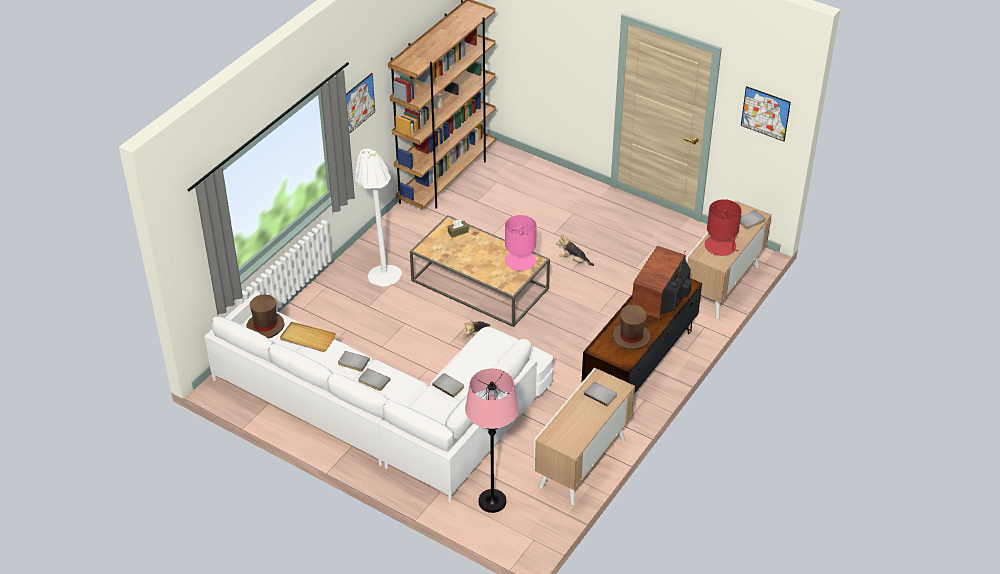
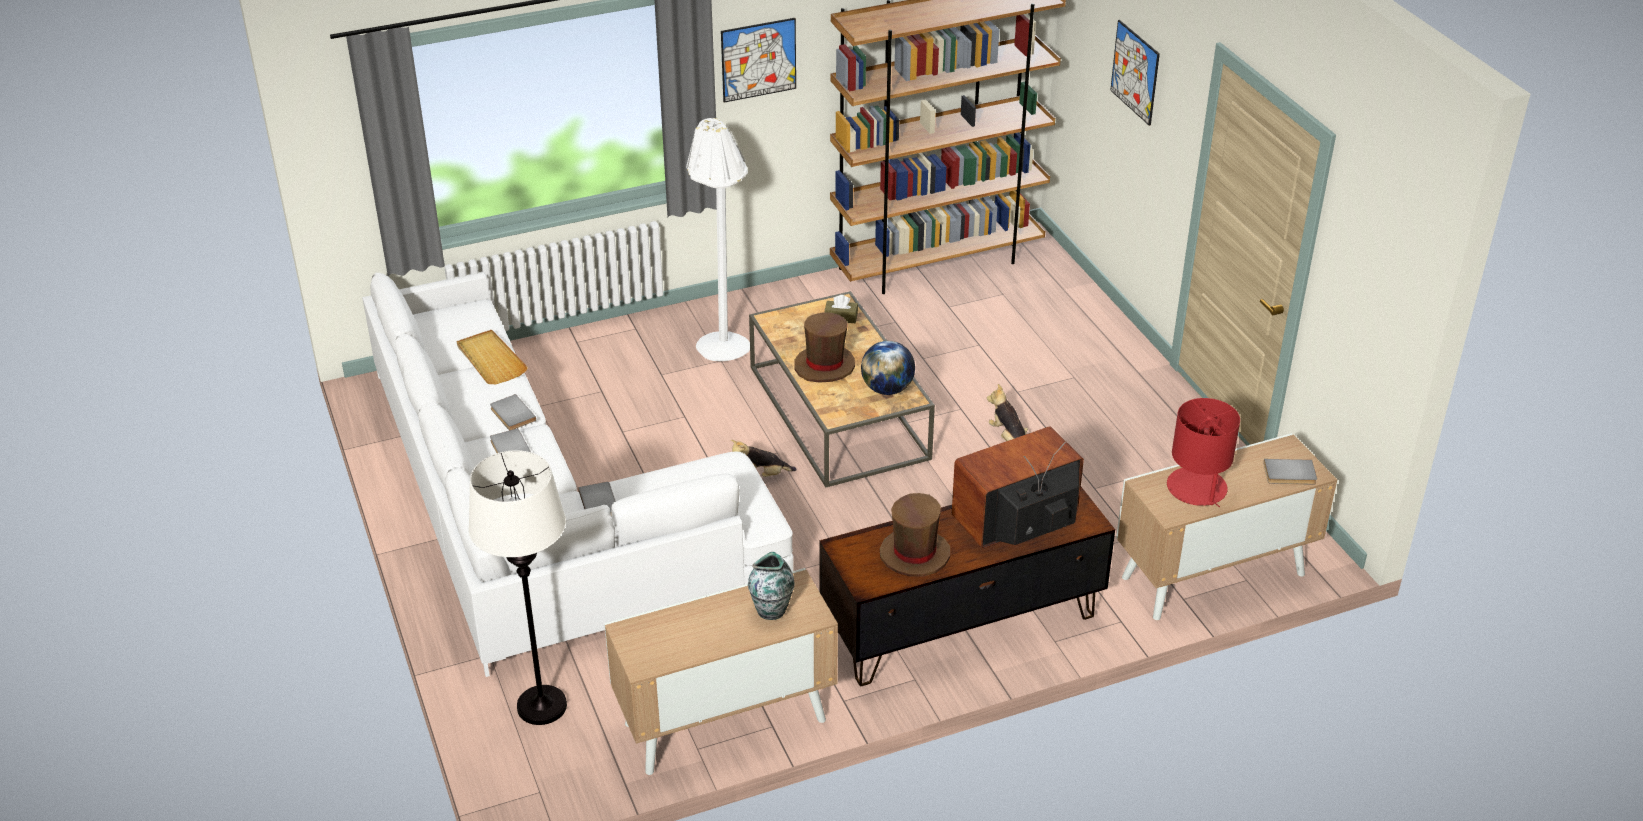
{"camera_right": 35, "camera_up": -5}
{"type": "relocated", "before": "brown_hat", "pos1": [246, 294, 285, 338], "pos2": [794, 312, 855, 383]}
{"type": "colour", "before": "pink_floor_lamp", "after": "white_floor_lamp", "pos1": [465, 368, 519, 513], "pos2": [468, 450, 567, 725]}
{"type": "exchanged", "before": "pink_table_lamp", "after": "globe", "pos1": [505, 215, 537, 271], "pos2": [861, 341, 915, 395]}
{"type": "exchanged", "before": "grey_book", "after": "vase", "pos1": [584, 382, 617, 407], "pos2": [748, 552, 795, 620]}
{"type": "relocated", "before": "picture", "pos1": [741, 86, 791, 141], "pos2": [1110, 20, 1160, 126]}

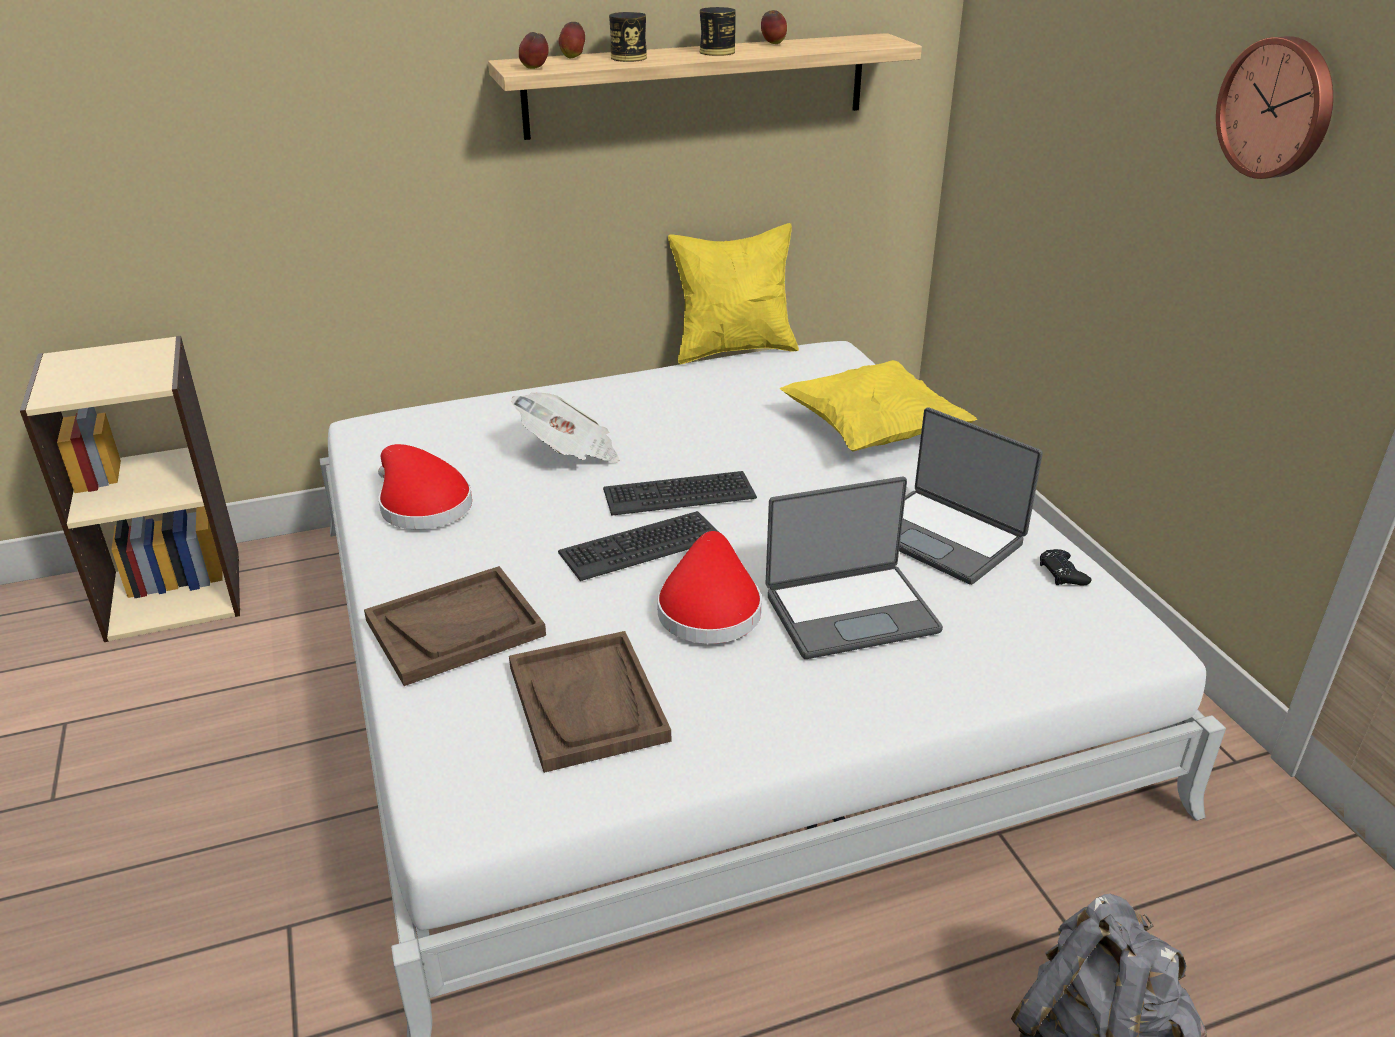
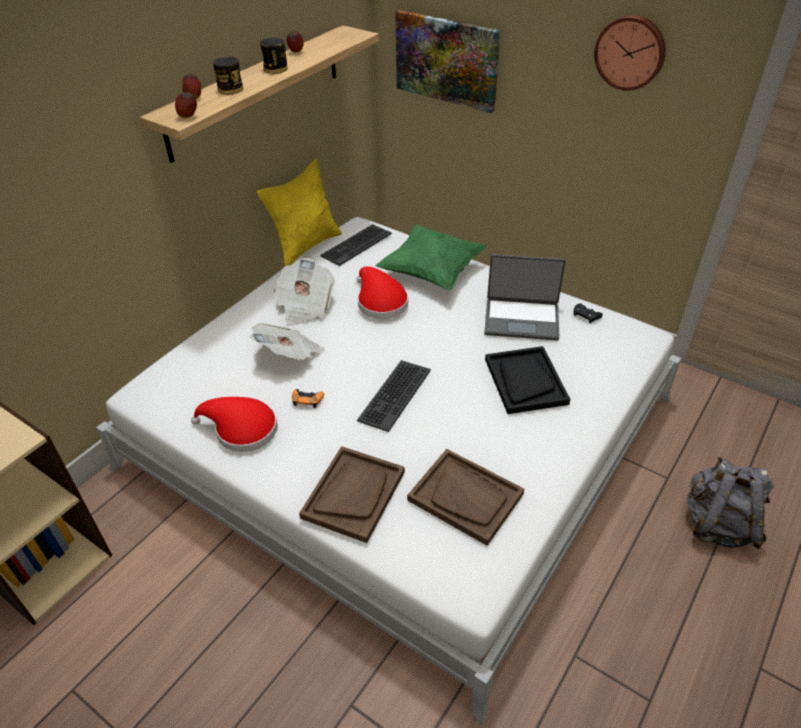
{"camera_right": -35, "camera_up": 10}
{"type": "relocated", "before": "keyboard", "pos1": [603, 471, 757, 516], "pos2": [320, 224, 392, 266]}
{"type": "relocated", "before": "red_hat", "pos1": [657, 531, 762, 644], "pos2": [357, 266, 408, 319]}
{"type": "exchanged", "before": "laptop", "after": "black_tray", "pos1": [766, 476, 943, 659], "pos2": [485, 346, 570, 414]}
{"type": "colour", "before": "yellow_pillow", "after": "green_pillow", "pos1": [780, 360, 977, 452], "pos2": [375, 225, 488, 290]}
{"type": "appeared", "after": "newspaper", "pos2": [274, 258, 335, 325]}
{"type": "appeared", "after": "orange_game_controller", "pos2": [292, 389, 324, 408]}
{"type": "appeared", "after": "picture", "pos2": [395, 10, 501, 113]}

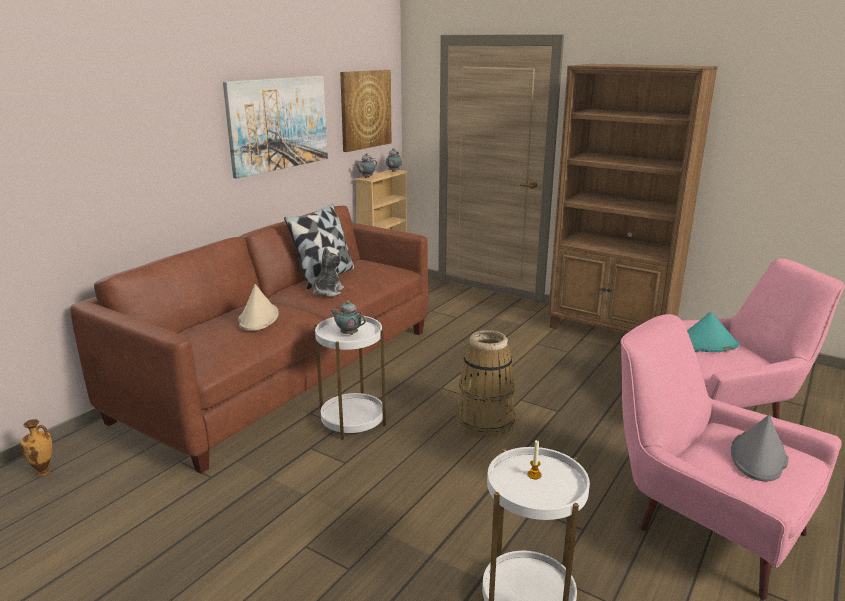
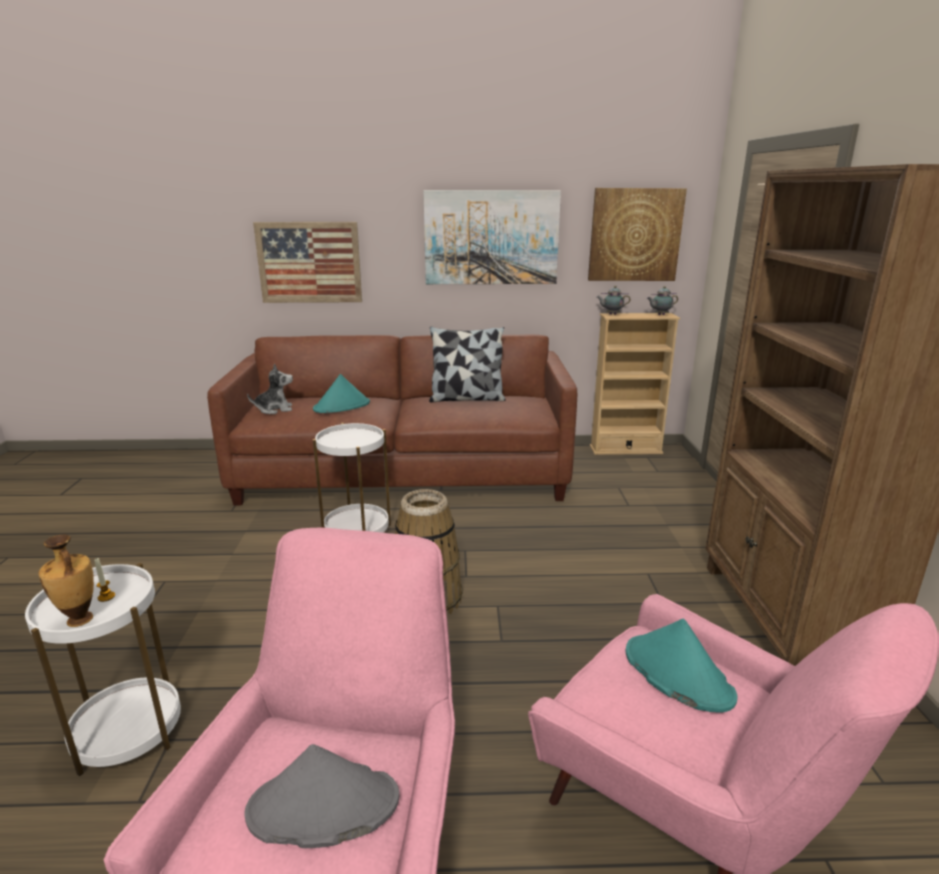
{"camera_right": 55, "camera_up": 0}
{"type": "relocated", "before": "vase", "pos1": [20, 419, 52, 476], "pos2": [39, 534, 94, 627]}
{"type": "colour", "before": "beige_hat", "after": "turquoise_hat", "pos1": [239, 284, 279, 331], "pos2": [313, 374, 370, 413]}
{"type": "relocated", "before": "plush_toy", "pos1": [313, 247, 344, 297], "pos2": [247, 363, 293, 414]}
{"type": "missing", "before": "teapot", "pos1": [330, 301, 366, 335]}
{"type": "appeared", "after": "picture", "pos2": [253, 222, 362, 303]}

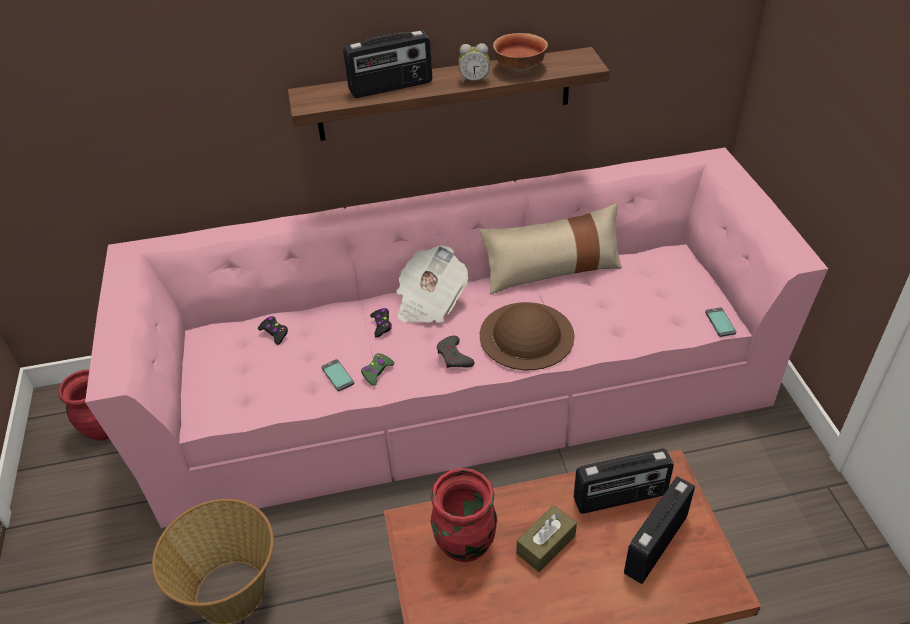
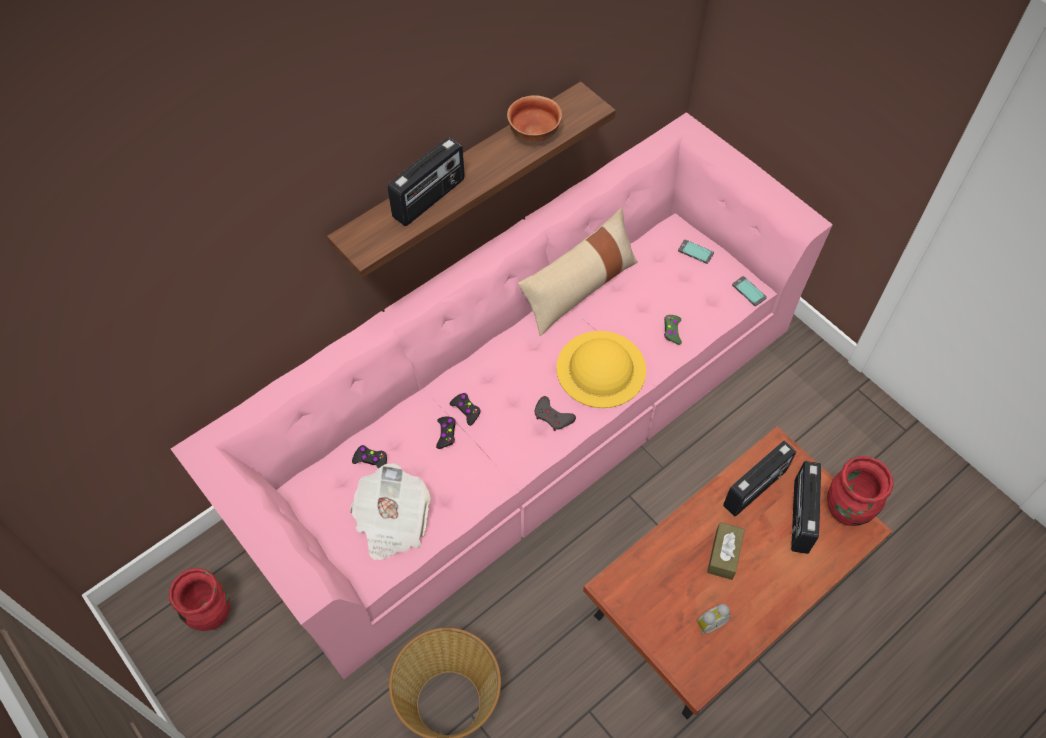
{"camera_right": -30, "camera_up": 15}
{"type": "relocated", "before": "phone", "pos1": [321, 359, 354, 391], "pos2": [678, 240, 714, 264]}
{"type": "relocated", "before": "green_game_controller", "pos1": [361, 353, 394, 386], "pos2": [664, 315, 682, 345]}
{"type": "relocated", "before": "newspaper", "pos1": [396, 245, 468, 323], "pos2": [350, 463, 431, 561]}
{"type": "relocated", "before": "red_vase", "pos1": [431, 468, 497, 562], "pos2": [827, 456, 894, 526]}
{"type": "relocated", "before": "alarm_clock", "pos1": [459, 43, 490, 84], "pos2": [697, 604, 731, 634]}
{"type": "colour", "before": "brown_hat", "after": "yellow_hat", "pos1": [480, 302, 575, 370], "pos2": [556, 331, 646, 408]}
{"type": "appeared", "after": "black_game_controller", "pos2": [436, 417, 456, 449]}

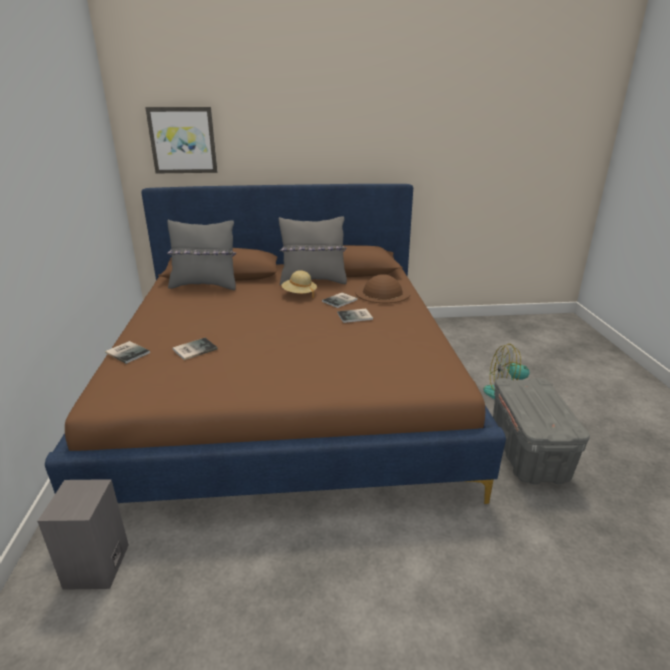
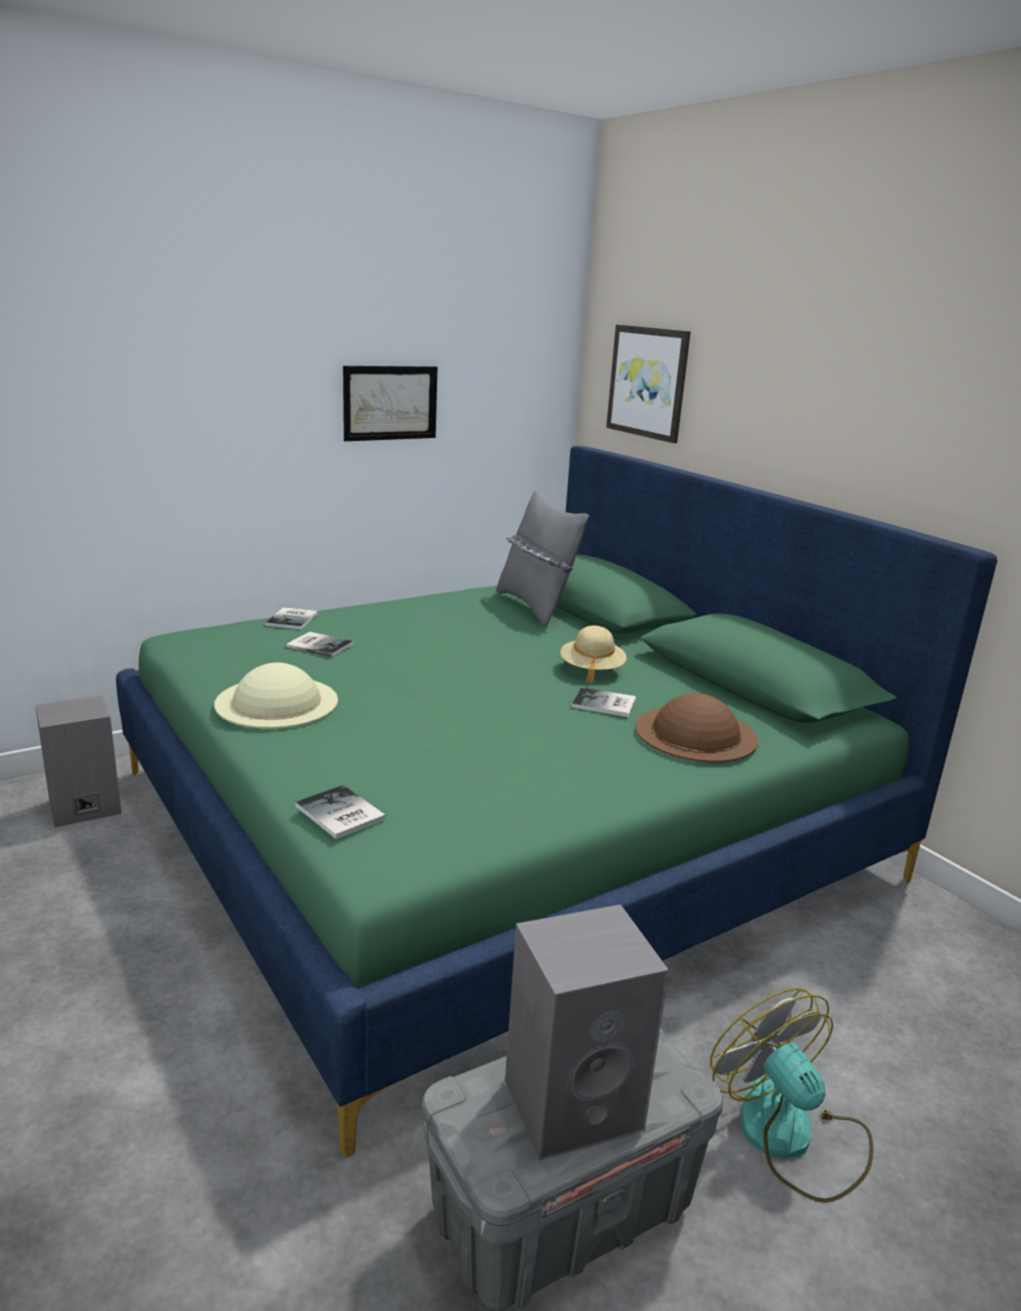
{"camera_right": 60, "camera_up": -5}
{"type": "colour", "before": "brown_bed", "after": "green_bed", "pos1": [45, 184, 506, 504], "pos2": [116, 446, 997, 1158]}
{"type": "missing", "before": "grey_pillow", "pos1": [279, 217, 347, 285]}
{"type": "relocated", "before": "book", "pos1": [337, 309, 373, 323], "pos2": [295, 785, 386, 839]}
{"type": "appeared", "after": "beige_hat", "pos2": [214, 662, 338, 729]}
{"type": "appeared", "after": "picture", "pos2": [343, 366, 437, 441]}
{"type": "appeared", "after": "grey_speaker", "pos2": [505, 904, 669, 1160]}

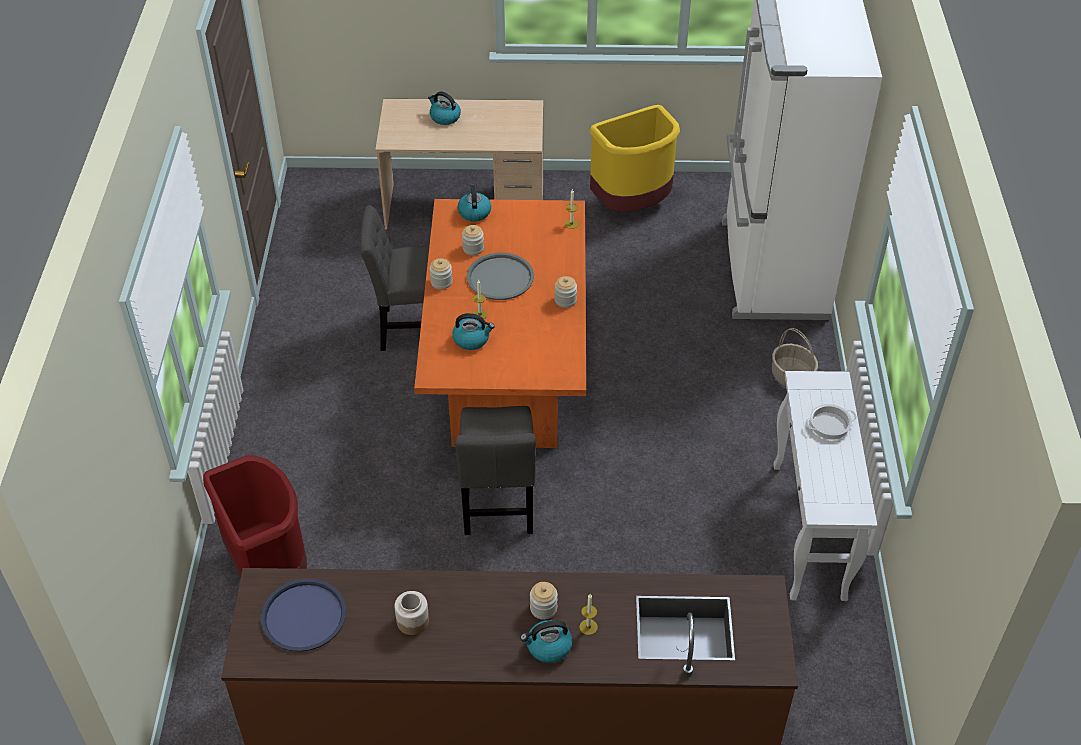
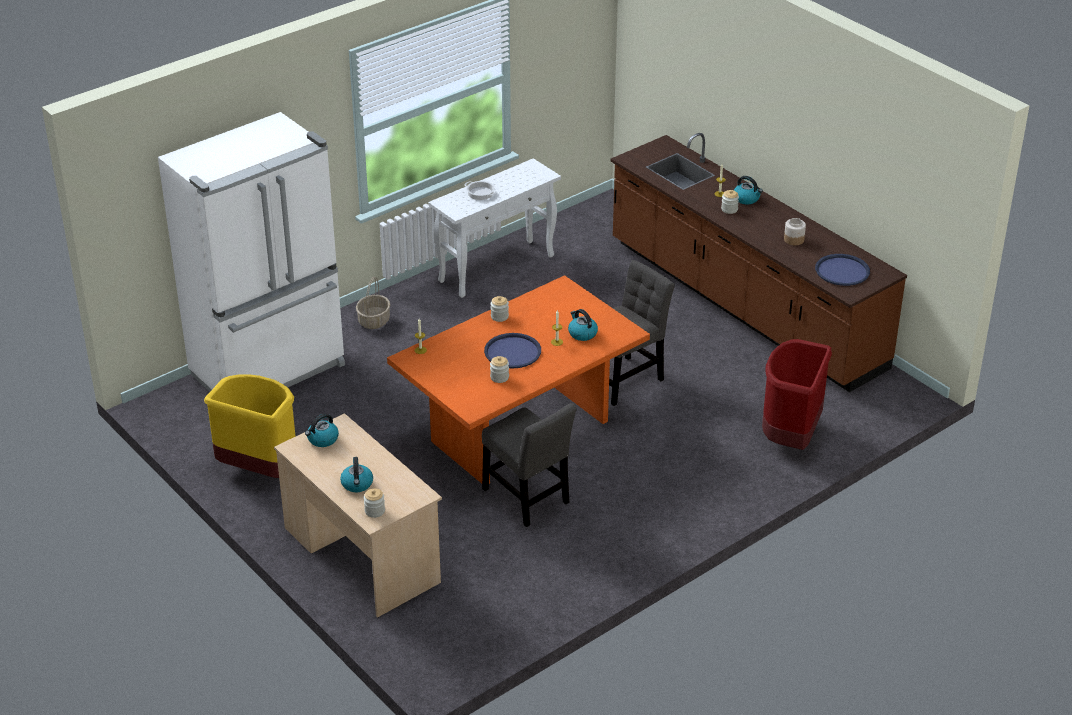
{"camera_right": -130, "camera_up": -10}
{"type": "relocated", "before": "jar", "pos1": [429, 258, 452, 289], "pos2": [364, 488, 385, 518]}
{"type": "relocated", "before": "kettle", "pos1": [458, 184, 491, 221], "pos2": [305, 413, 339, 447]}
{"type": "colour", "before": "grey_tray", "after": "blue_tray", "pos1": [467, 253, 534, 300], "pos2": [484, 333, 541, 369]}

